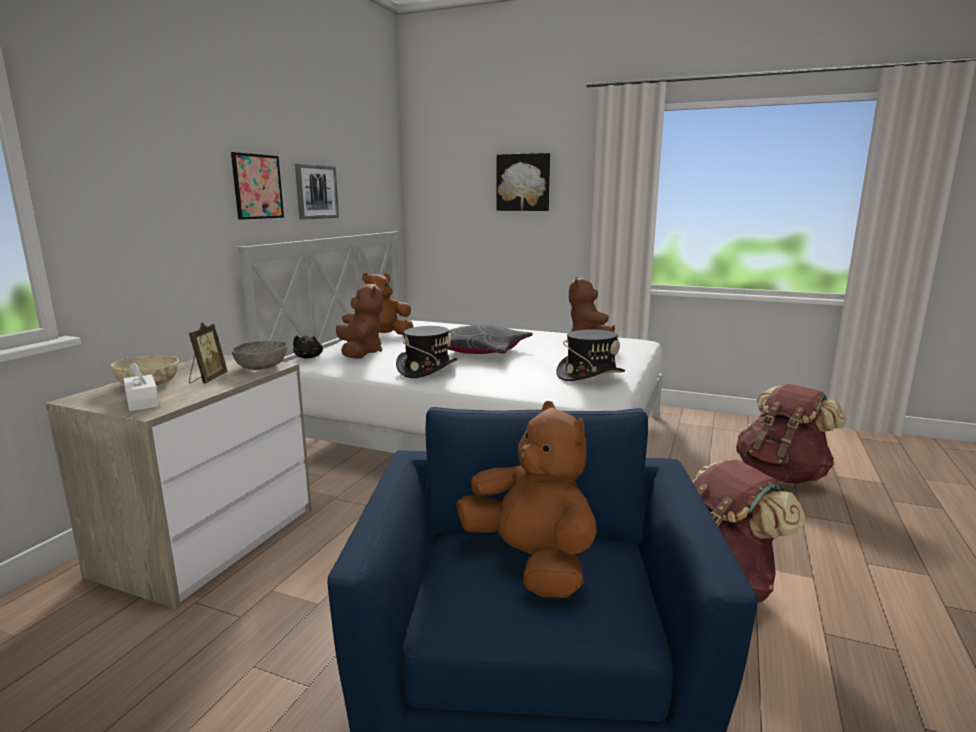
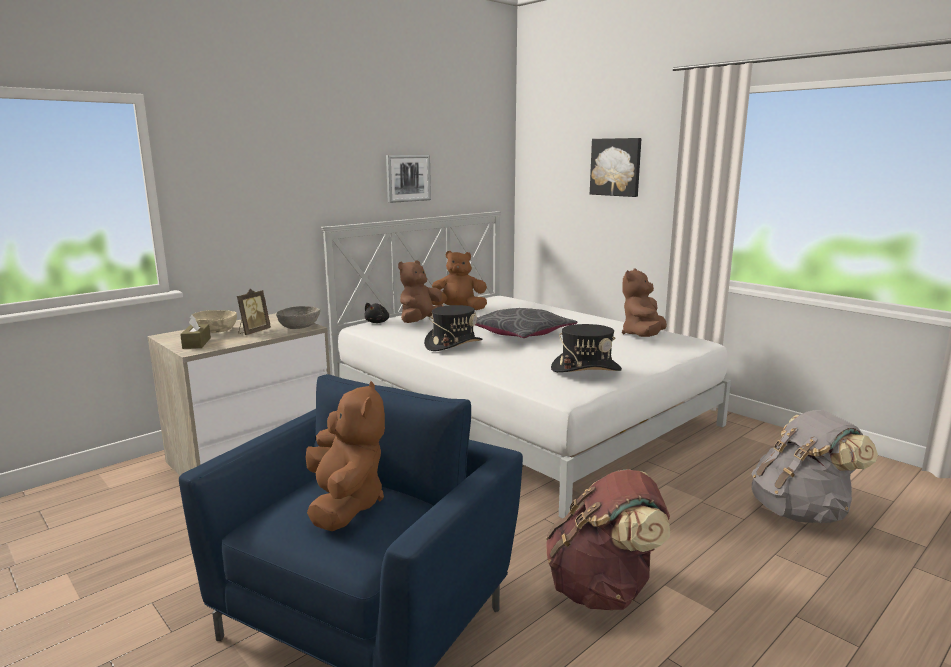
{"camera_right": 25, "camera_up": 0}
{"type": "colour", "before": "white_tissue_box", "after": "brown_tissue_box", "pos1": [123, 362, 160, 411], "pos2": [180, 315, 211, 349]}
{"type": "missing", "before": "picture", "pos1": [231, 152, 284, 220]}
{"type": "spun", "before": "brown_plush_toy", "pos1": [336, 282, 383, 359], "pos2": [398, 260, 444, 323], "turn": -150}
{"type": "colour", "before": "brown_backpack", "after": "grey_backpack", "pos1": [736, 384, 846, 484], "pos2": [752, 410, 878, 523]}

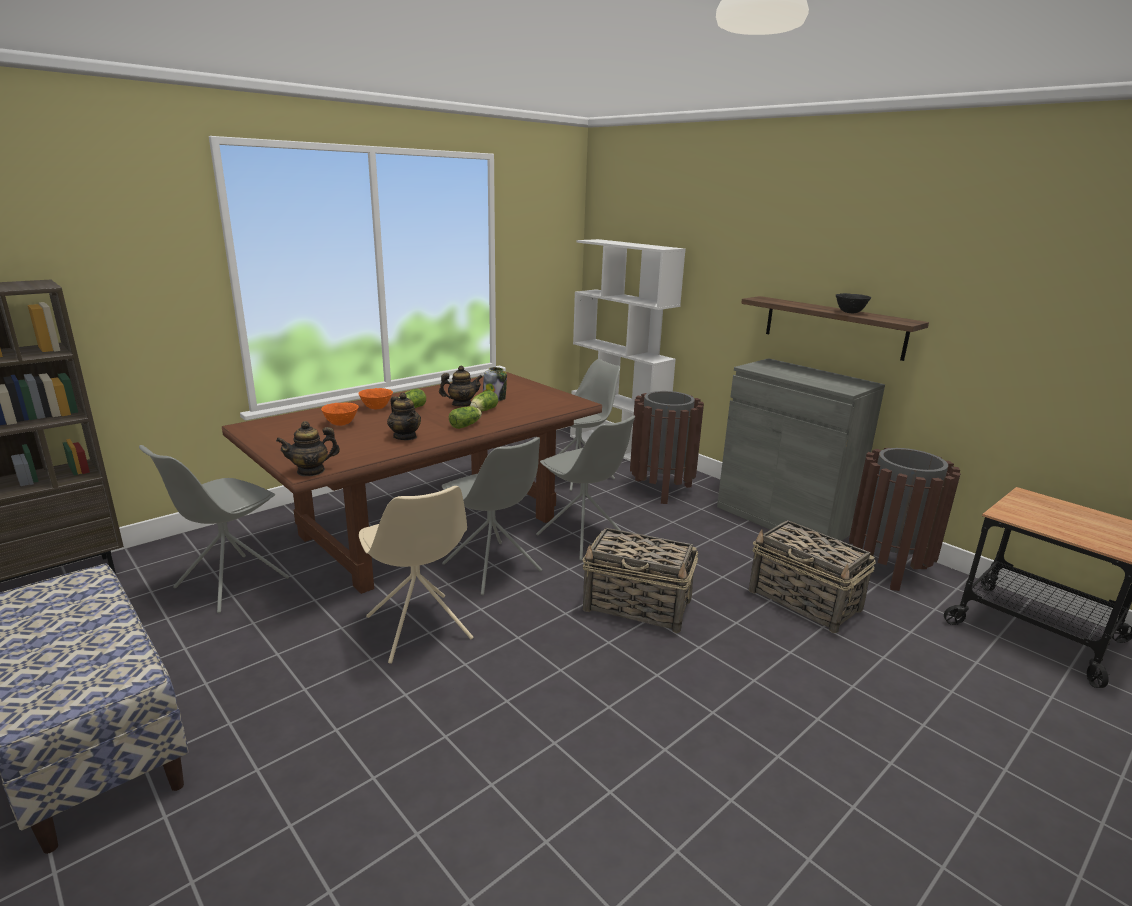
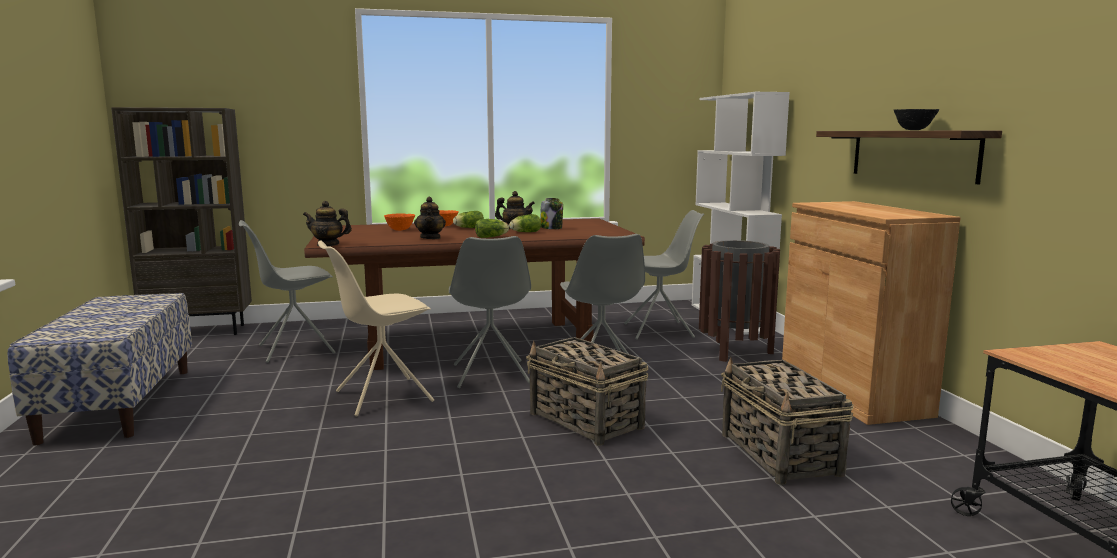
{"camera_right": 30, "camera_up": -10}
{"type": "spun", "before": "beige_chair", "pos1": [359, 486, 473, 664], "pos2": [318, 240, 434, 416], "turn": 60}
{"type": "colour", "before": "grey_cabinet", "after": "brown_cabinet", "pos1": [717, 358, 885, 541], "pos2": [782, 201, 961, 425]}
{"type": "missing", "before": "brown_trash_can", "pos1": [849, 448, 961, 591]}

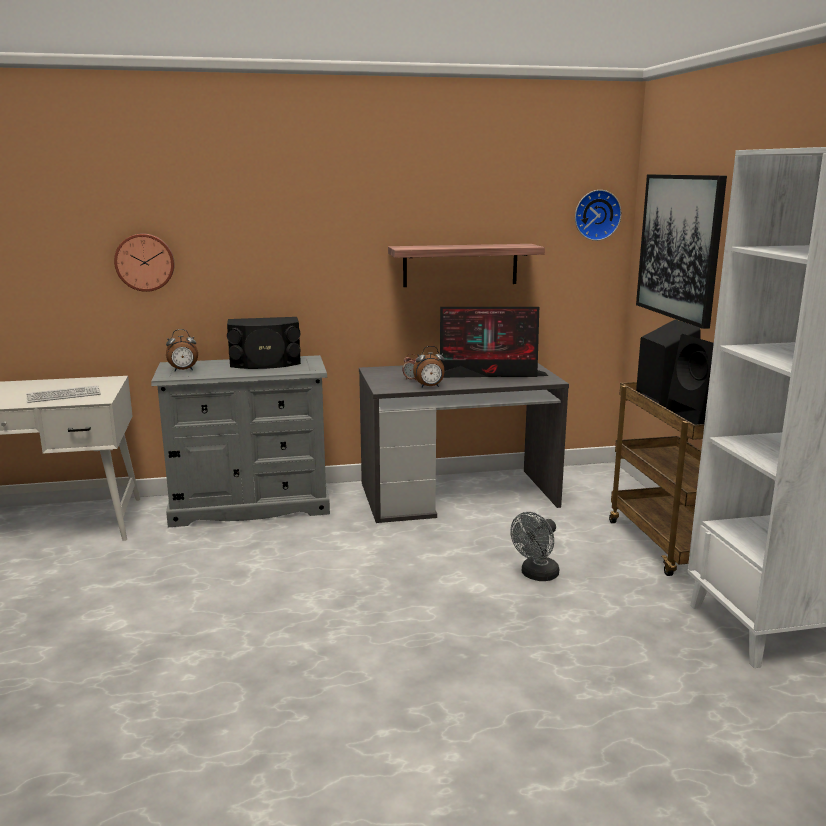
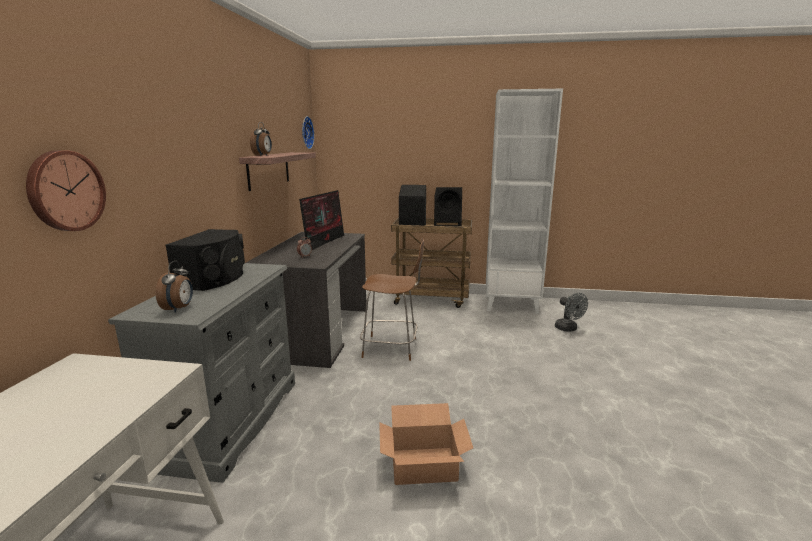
{"camera_right": -70, "camera_up": 0}
{"type": "missing", "before": "keyboard", "pos1": [26, 385, 101, 403]}
{"type": "relocated", "before": "alarm_clock", "pos1": [413, 346, 445, 388], "pos2": [250, 122, 272, 156]}
{"type": "relocated", "before": "grey_fan", "pos1": [510, 512, 559, 581], "pos2": [555, 293, 588, 332]}
{"type": "missing", "before": "picture", "pos1": [636, 174, 727, 329]}
{"type": "appeared", "after": "brown_chair", "pos2": [360, 239, 424, 361]}
{"type": "appeared", "after": "cardboard_box", "pos2": [379, 403, 473, 485]}

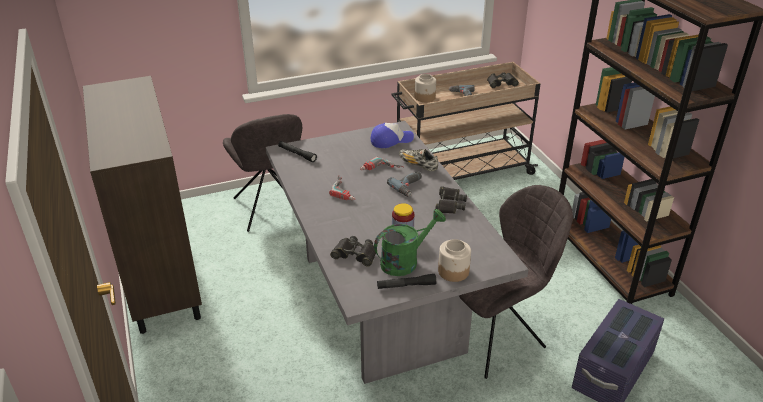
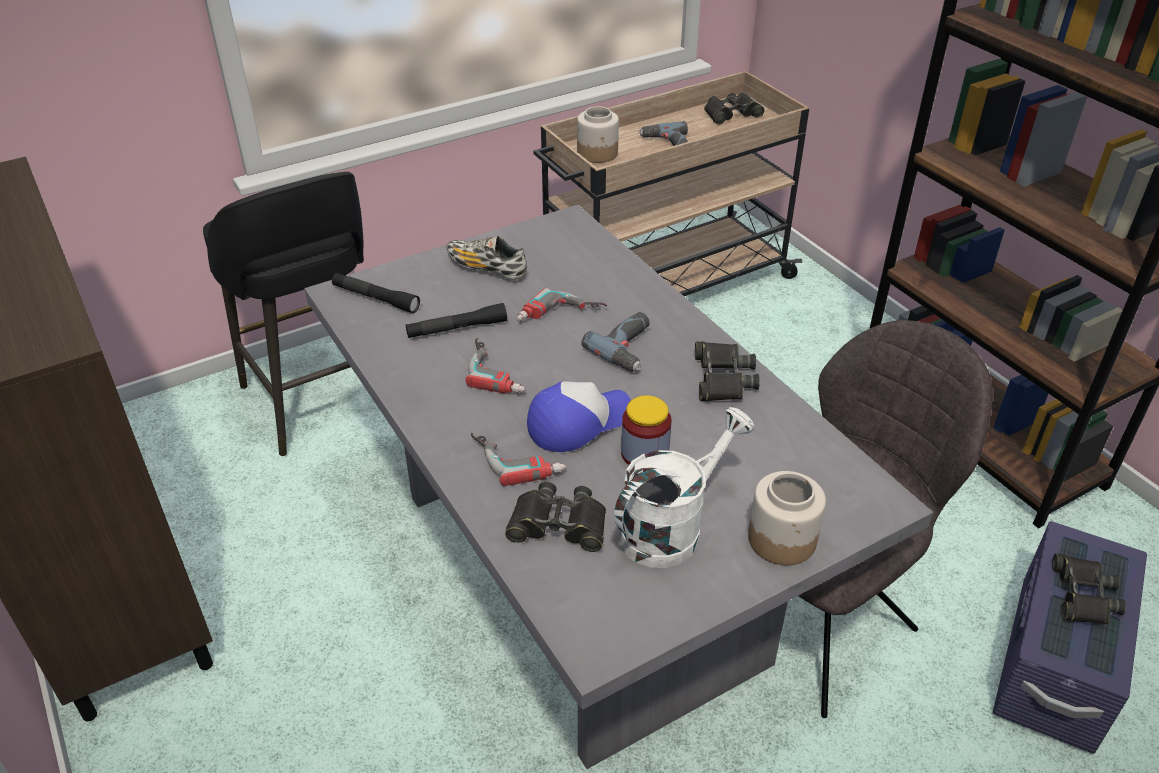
{"camera_right": -10, "camera_up": 5}
{"type": "exchanged", "before": "grey_chair", "after": "black_stool", "pos1": [223, 114, 302, 232], "pos2": [203, 172, 364, 456]}
{"type": "relocated", "before": "cap", "pos1": [371, 123, 414, 148], "pos2": [527, 381, 631, 452]}
{"type": "colour", "before": "green_watering_can", "after": "white_watering_can", "pos1": [374, 209, 446, 276], "pos2": [614, 407, 754, 568]}
{"type": "relocated", "before": "black_flashlight", "pos1": [377, 274, 437, 289], "pos2": [406, 303, 507, 338]}
{"type": "relocated", "before": "shoe", "pos1": [399, 149, 438, 171], "pos2": [446, 236, 527, 280]}
{"type": "appeared", "after": "power_drill", "pos2": [471, 433, 566, 486]}
{"type": "appeared", "after": "black_binoculars", "pos2": [1052, 553, 1126, 624]}

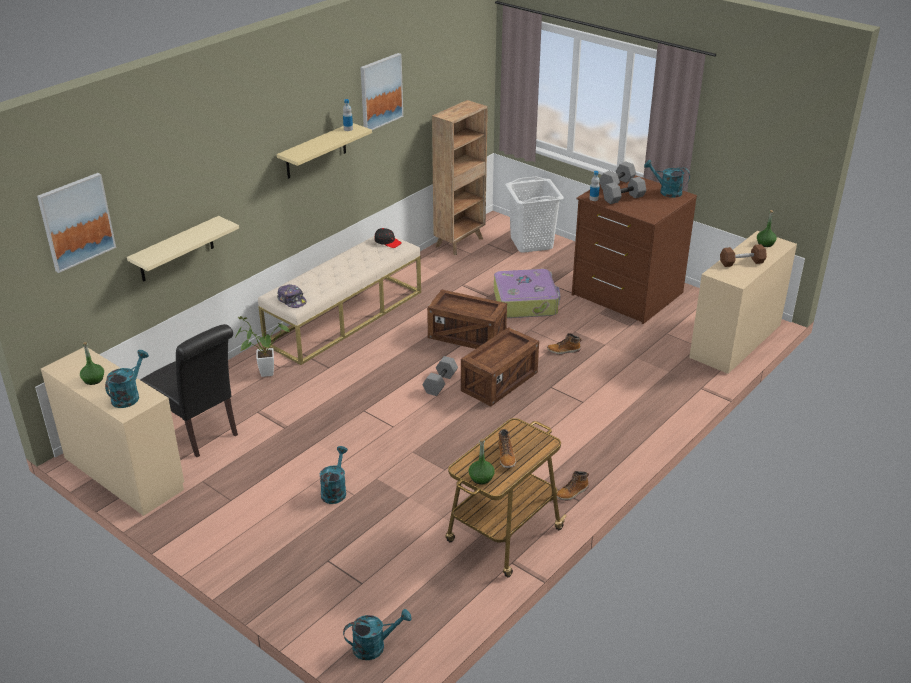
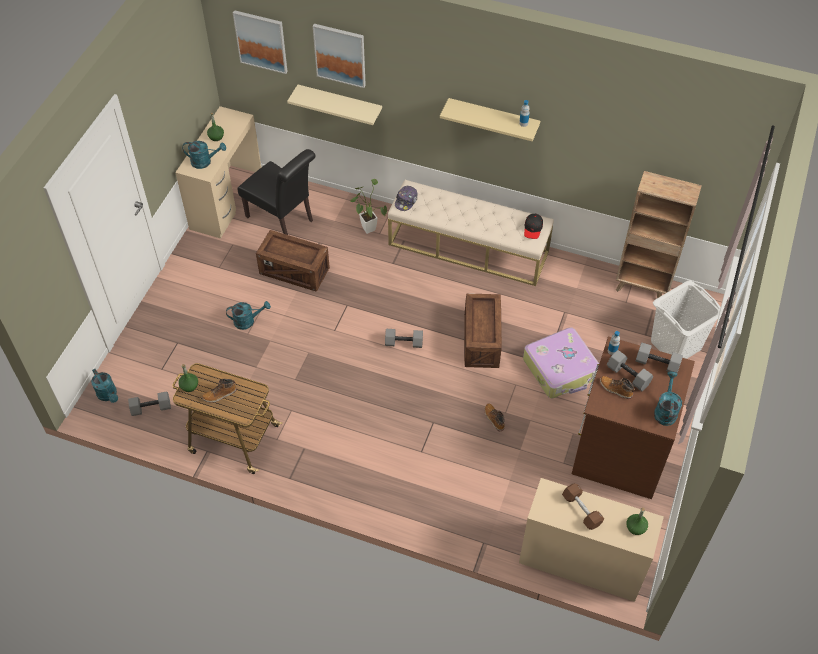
{"camera_right": 70, "camera_up": 20}
{"type": "spun", "before": "black_chair", "pos1": [140, 324, 238, 457], "pos2": [237, 149, 316, 235], "turn": -75}
{"type": "relocated", "before": "picture", "pos1": [360, 53, 403, 130], "pos2": [313, 24, 366, 88]}
{"type": "relocated", "before": "crate", "pos1": [461, 327, 539, 406], "pos2": [256, 230, 330, 292]}
{"type": "relocated", "before": "boot", "pos1": [557, 471, 589, 501], "pos2": [600, 376, 635, 399]}
{"type": "appeared", "after": "grey_dumbbell", "pos2": [128, 391, 171, 416]}

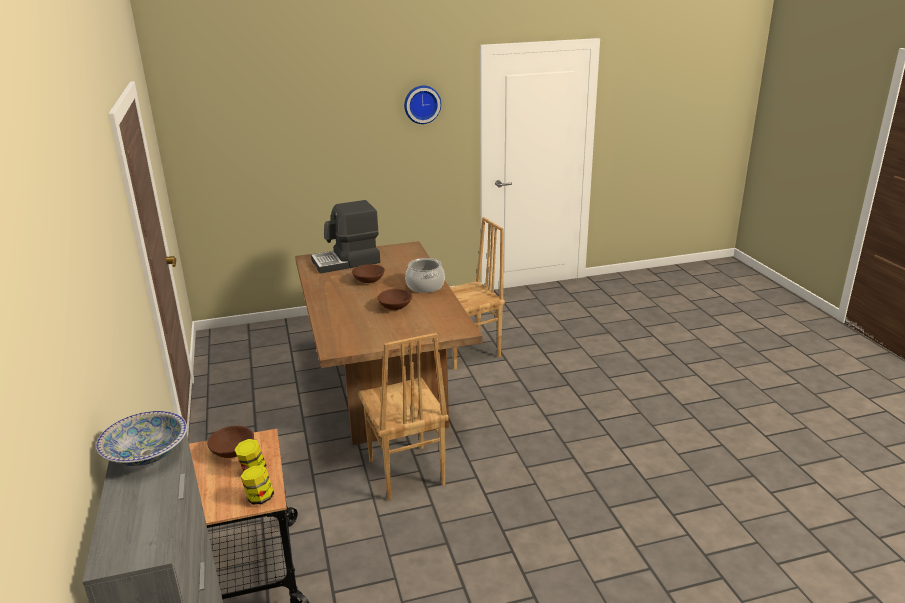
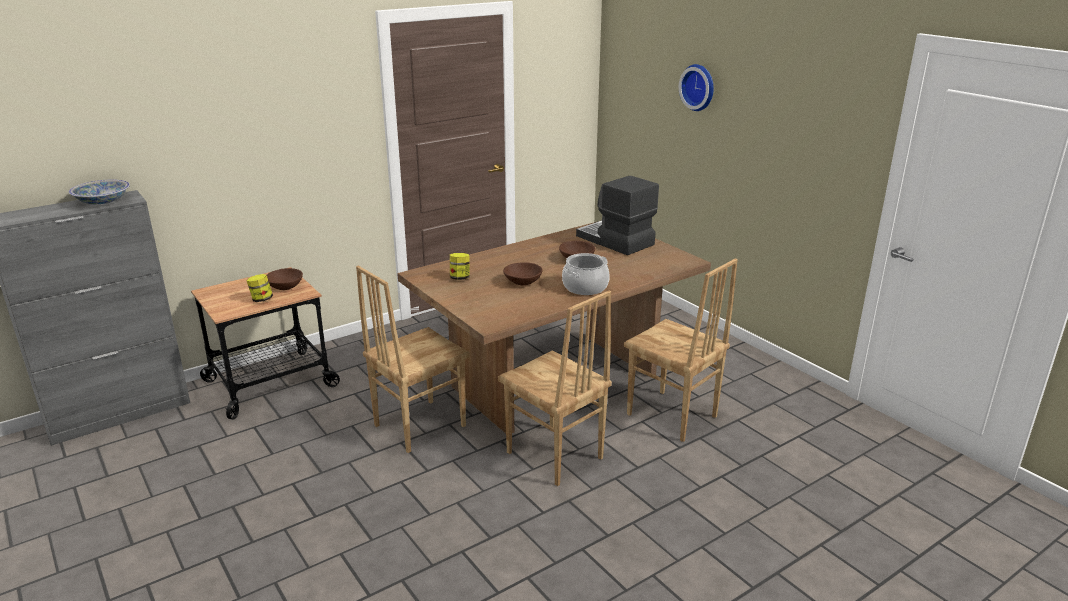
{"camera_right": 70, "camera_up": 0}
{"type": "relocated", "before": "jar", "pos1": [240, 465, 274, 505], "pos2": [450, 253, 469, 280]}
{"type": "relocated", "before": "wall_clock", "pos1": [404, 85, 441, 124], "pos2": [679, 64, 714, 111]}
{"type": "appeared", "after": "brown_chair", "pos2": [498, 291, 612, 486]}

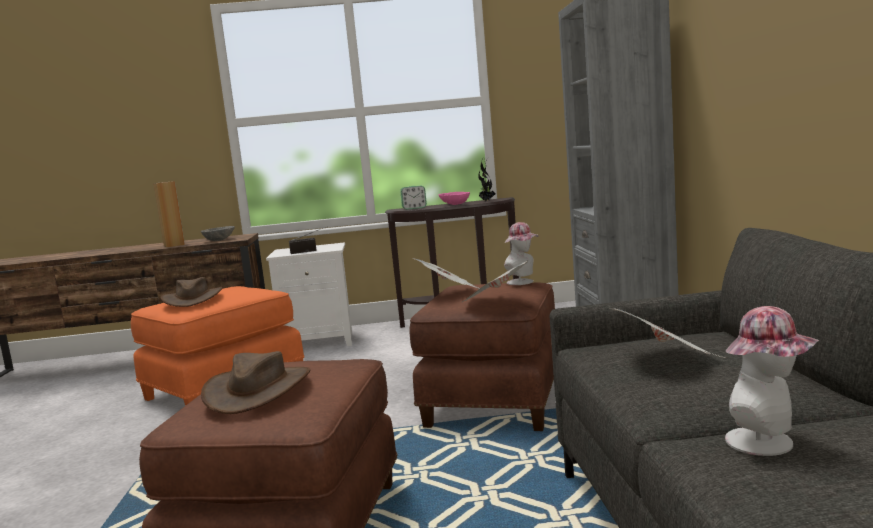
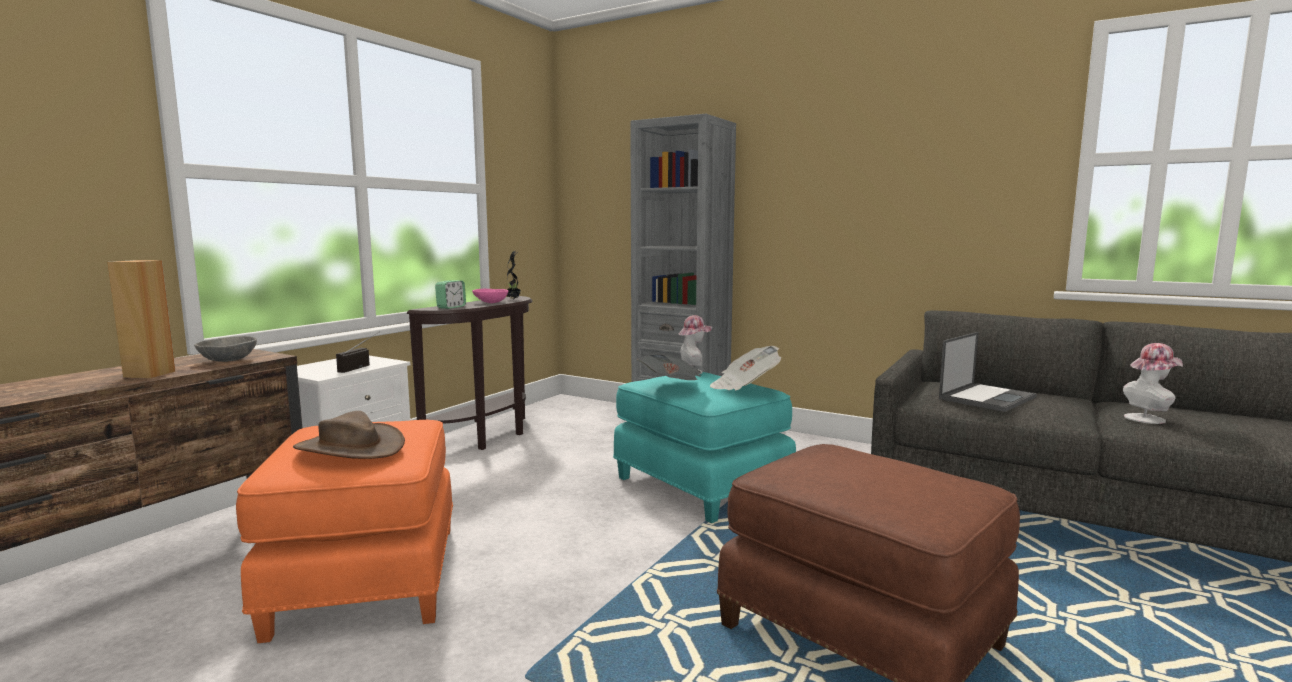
{"camera_right": -55, "camera_up": 0}
{"type": "missing", "before": "brown_hat", "pos1": [201, 351, 310, 414]}
{"type": "colour", "before": "brown_ottoman", "after": "turquoise_ottoman", "pos1": [409, 283, 555, 431], "pos2": [613, 372, 796, 523]}
{"type": "exchanged", "before": "newspaper", "after": "laptop", "pos1": [612, 308, 727, 358], "pos2": [939, 332, 1037, 412]}

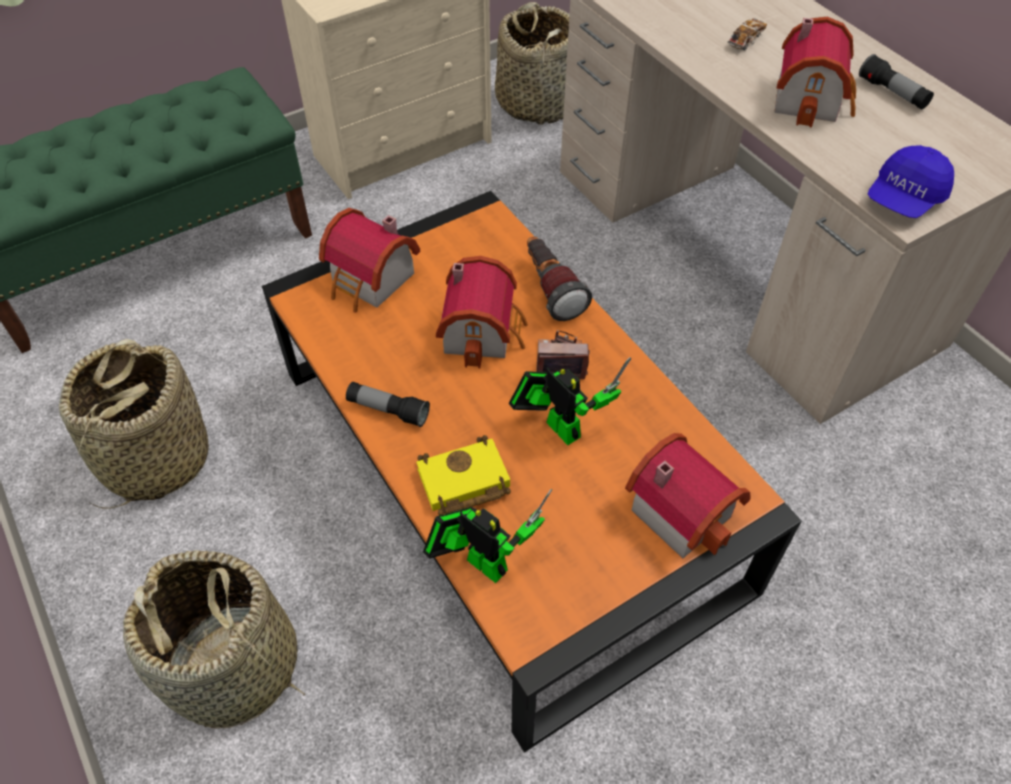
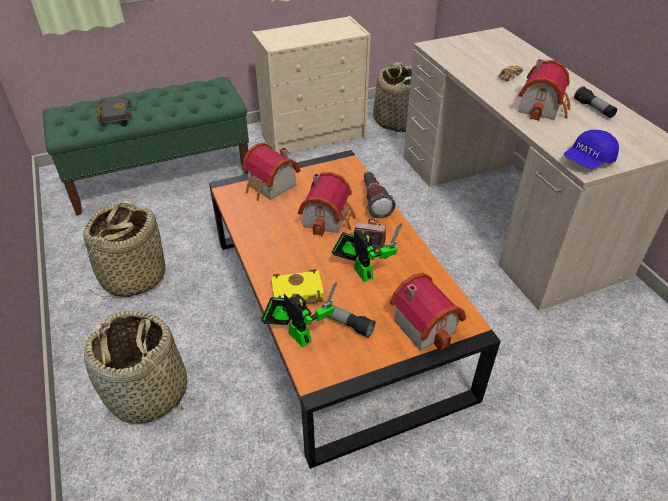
{"camera_right": 10, "camera_up": -10}
{"type": "relocated", "before": "flashlight", "pos1": [346, 382, 430, 427], "pos2": [322, 302, 375, 338]}
{"type": "appeared", "after": "black_book", "pos2": [97, 97, 132, 123]}

